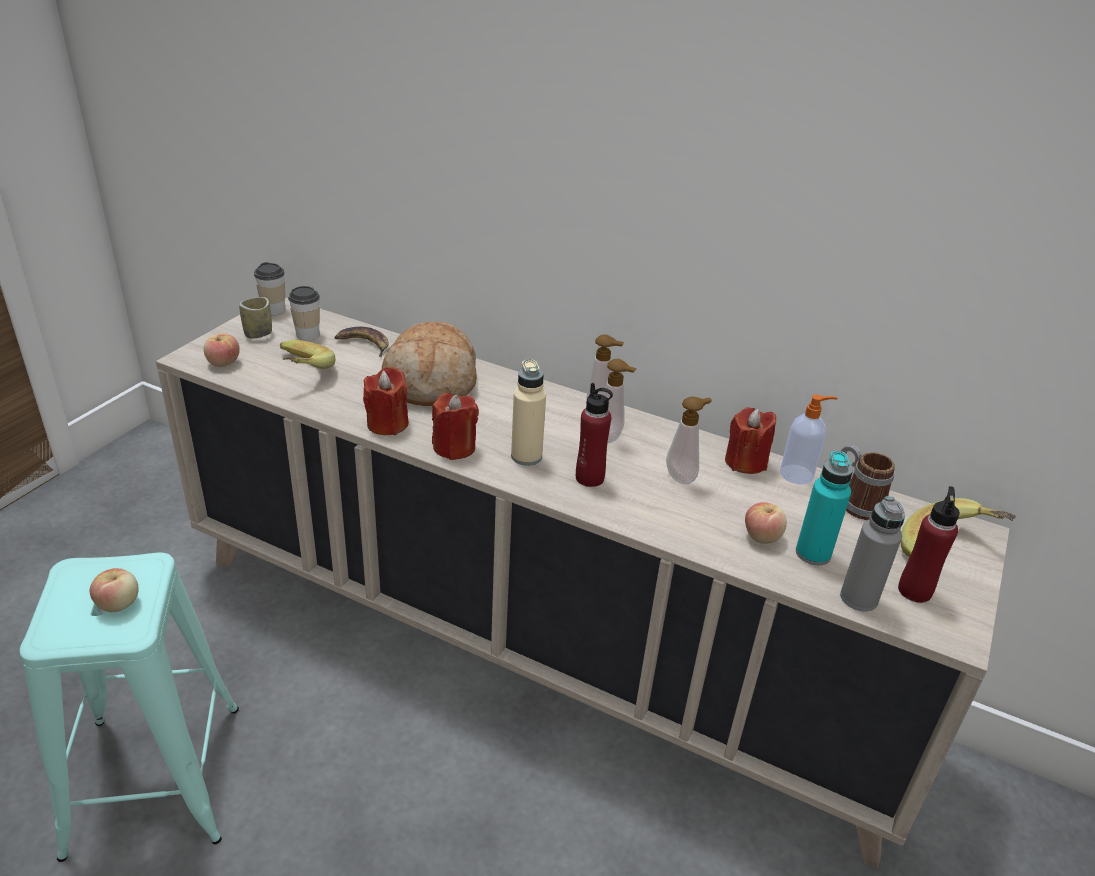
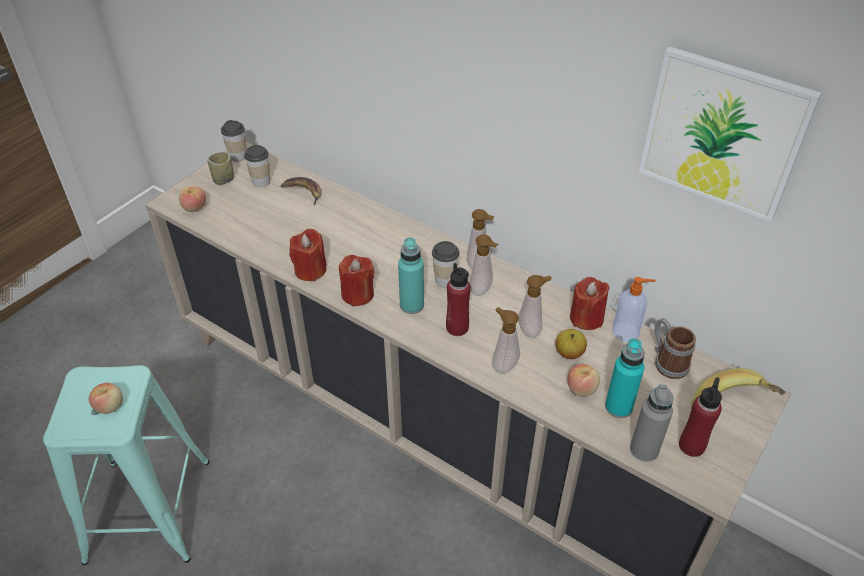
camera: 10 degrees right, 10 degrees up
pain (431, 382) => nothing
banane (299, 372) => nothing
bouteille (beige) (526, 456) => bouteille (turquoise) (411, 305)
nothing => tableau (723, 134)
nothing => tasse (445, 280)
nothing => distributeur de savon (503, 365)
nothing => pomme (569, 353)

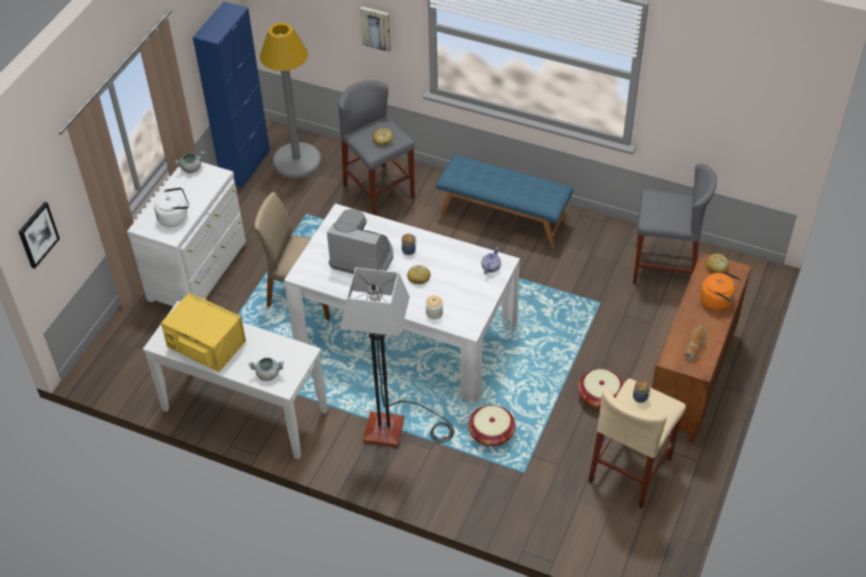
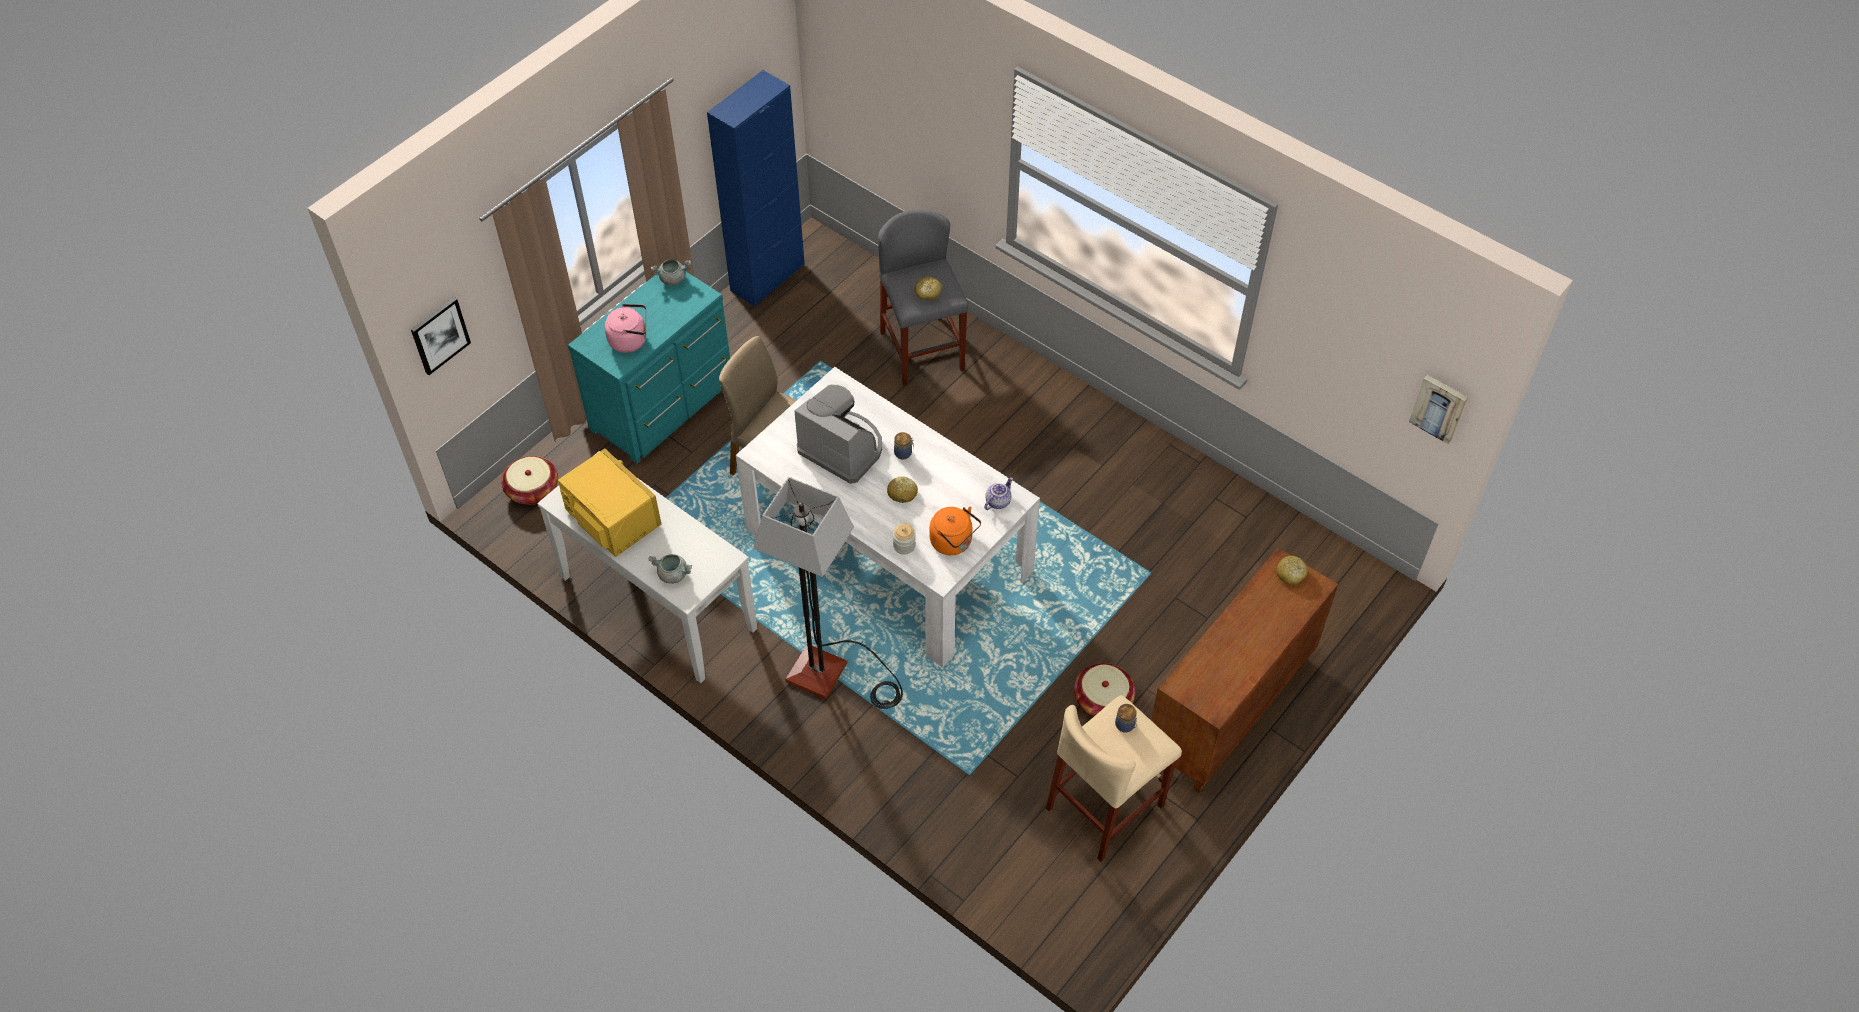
camera: 15 degrees right, 5 degrees up
tableau (376, 28) => tableau (1439, 407), relocated
lampadaire (gris) (297, 161) => nothing
banc (bleu) (503, 217) => nothing
commode (blanc) (200, 270) => commode (turquoise) (665, 406)
tabouret (gris) (664, 268) => nothing
bouilloire (blanc) (175, 217) => bouilloire (rose) (630, 340)
bouilloire (orange) (718, 301) => bouilloire (orange) (953, 543), relocated
pain (694, 345) => nothing
panier (491, 433) => panier (532, 490), relocated

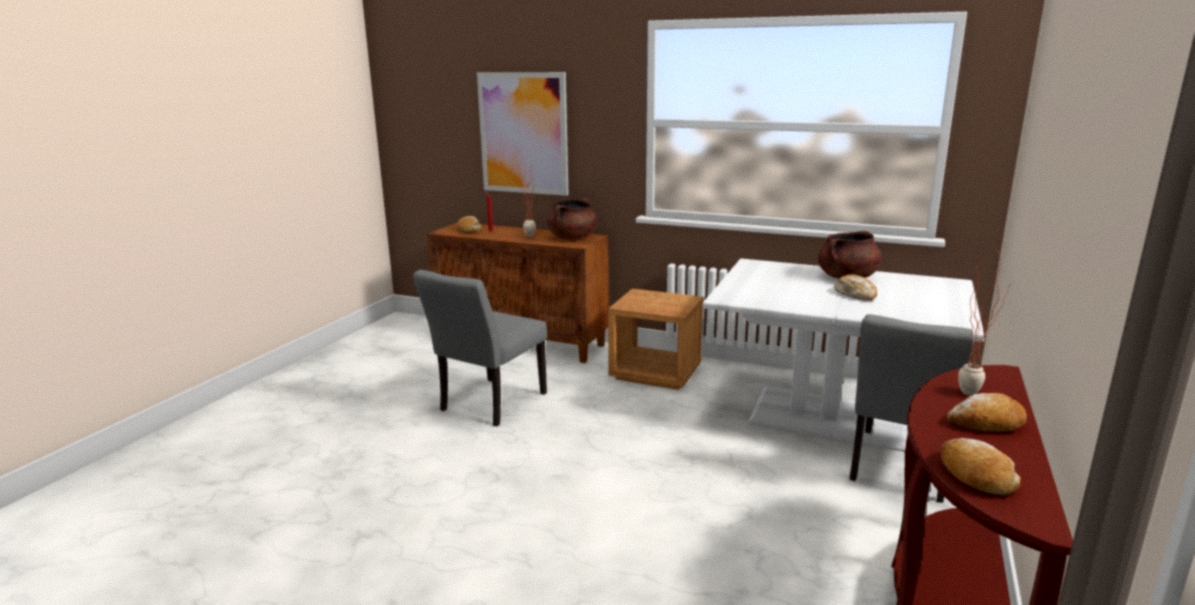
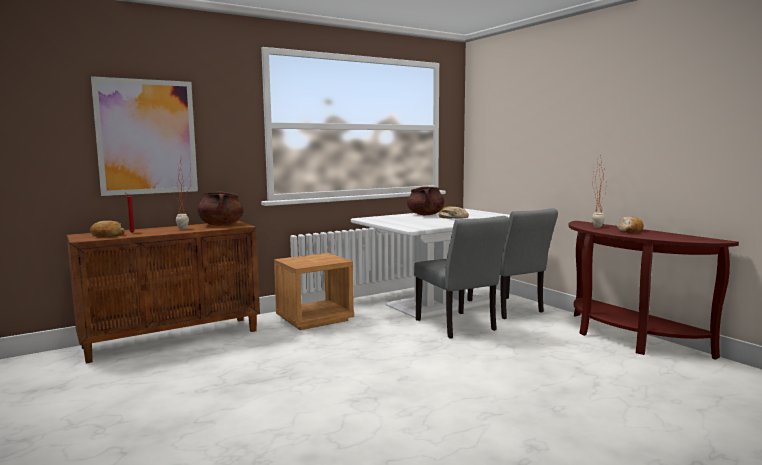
camera: 55 degrees left, 10 degrees down
chaise (gris) (488, 405) => chaise (gris) (459, 327), relocated
pain (975, 476) => nothing

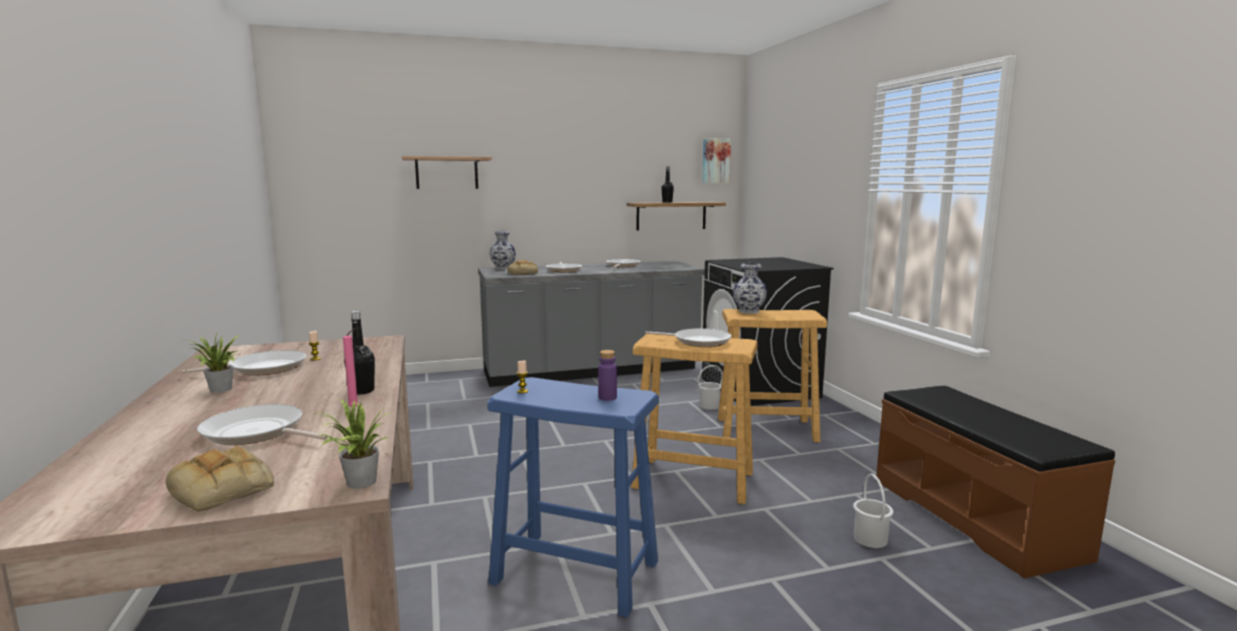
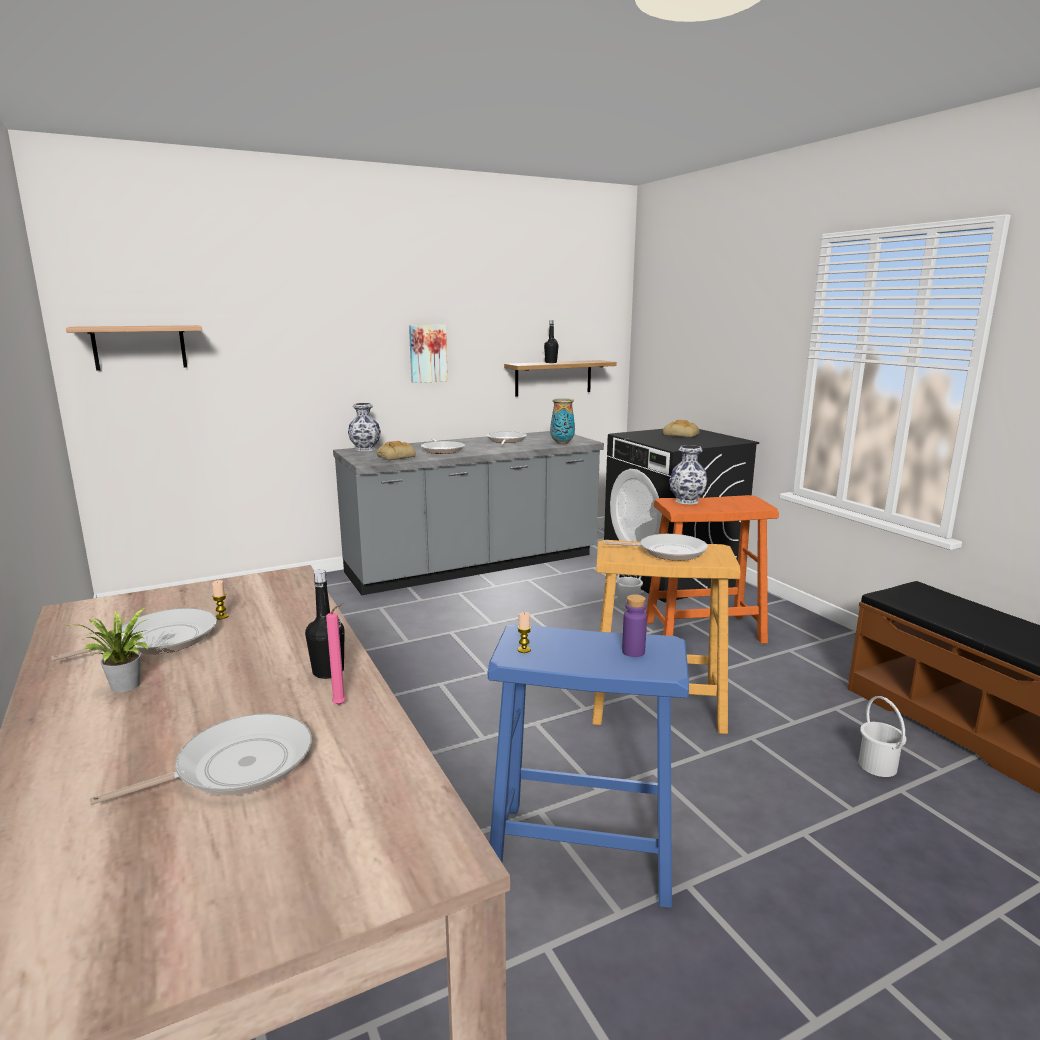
camera: 10 degrees left, 5 degrees up
tableau (715, 161) => tableau (427, 353), relocated
étagère (447, 173) => étagère (139, 347), relocated
tabouret (beige) (765, 429) => tabouret (orange) (703, 631)
plante en pot (357, 483) => nothing
poêle (257, 432) => poêle (236, 766), 135 degrees clockwise
pain (224, 489) => pain (681, 435), relocated
nothing => vase (562, 443)

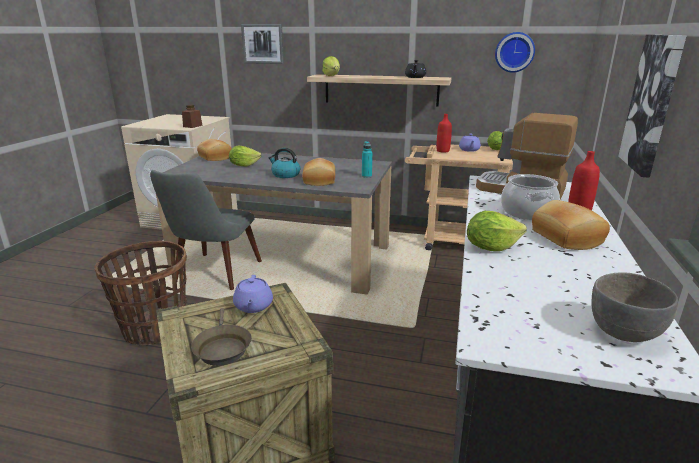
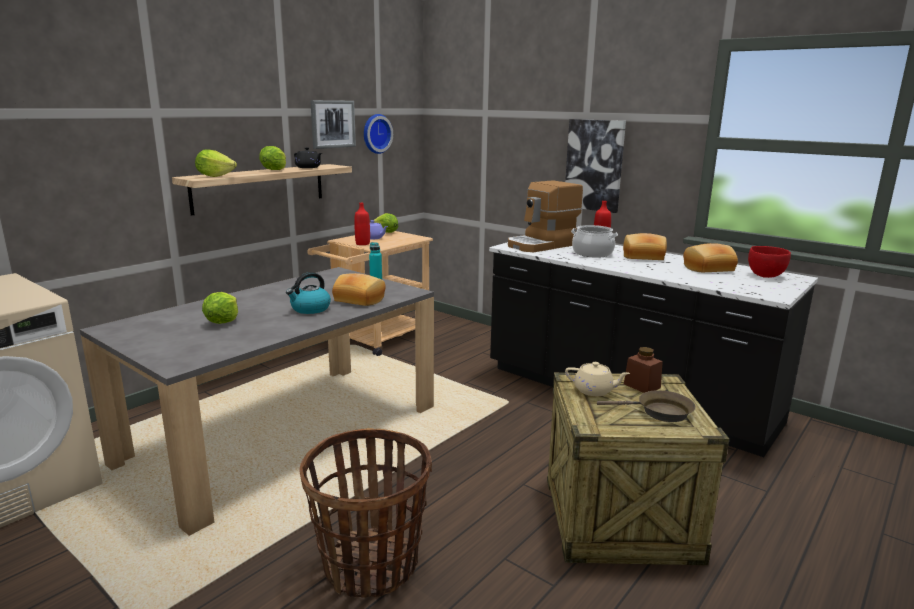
camera: 65 degrees left, 5 degrees down
tableau (263, 44) => tableau (332, 124), relocated
bocal (marron) (192, 126) => bocal (marron) (642, 386), relocated
pain (214, 157) => pain (709, 269), relocated
chaise (gris) (213, 277) => nothing
laitue (491, 247) => laitue (274, 170), relocated
bol (gris) (624, 333) => bol (rouge) (765, 275)
théière (violet) (253, 306) => théière (beige) (594, 391)

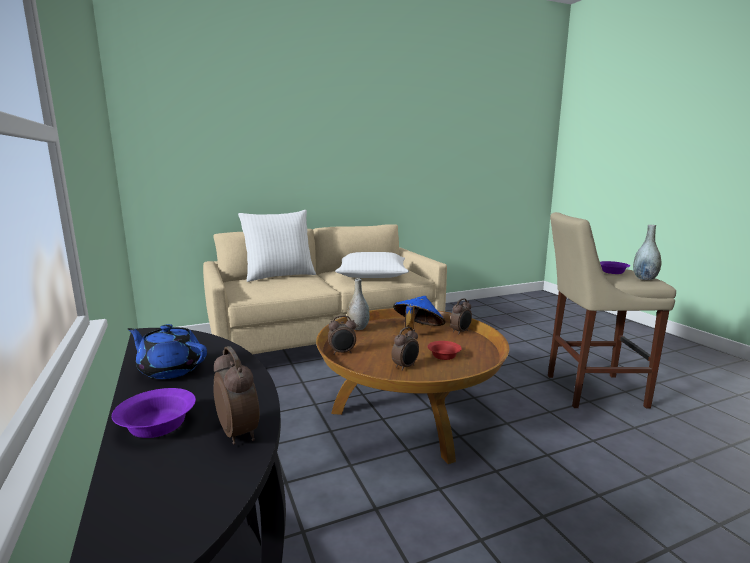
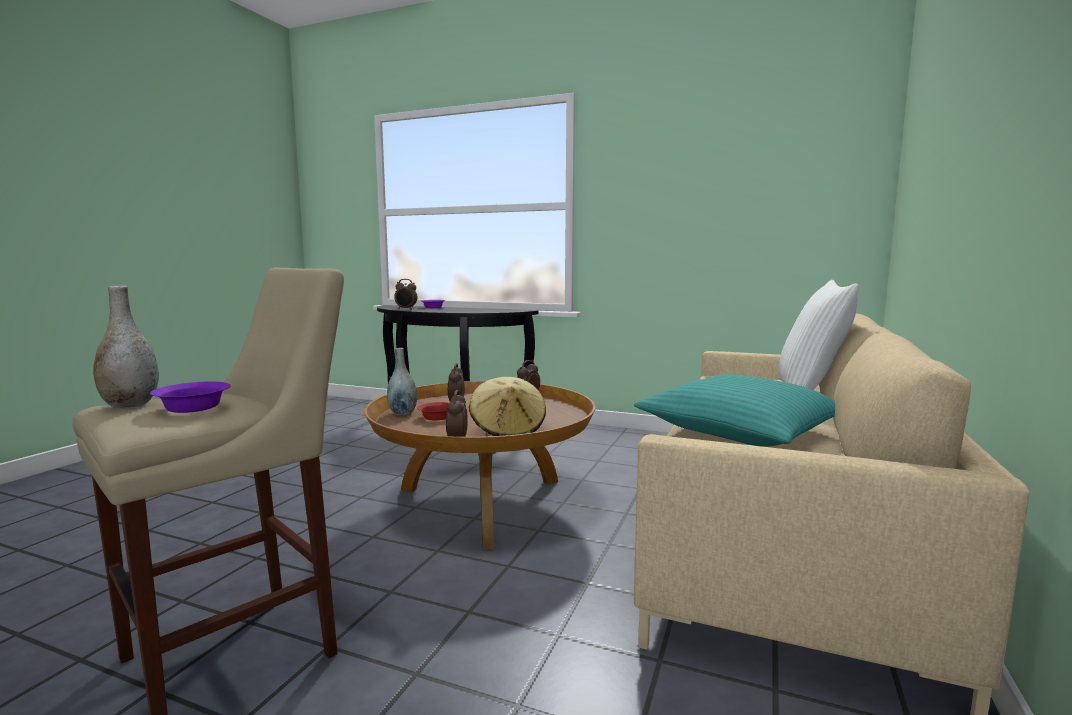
camera: 135 degrees right, 5 degrees down
coussin (blanc) (372, 275) => coussin (turquoise) (740, 430)
vase (gris) (358, 328) => vase (gris) (402, 413), relocated
chapeau (bleu) (418, 330) => chapeau (beige) (508, 429)
théière (bleu) (170, 369) => nothing

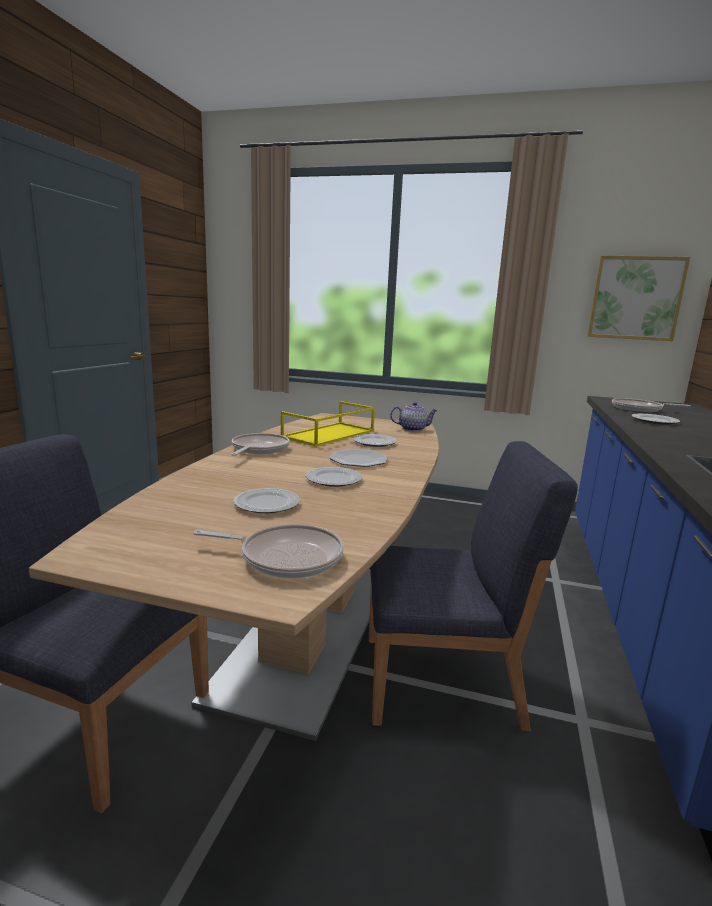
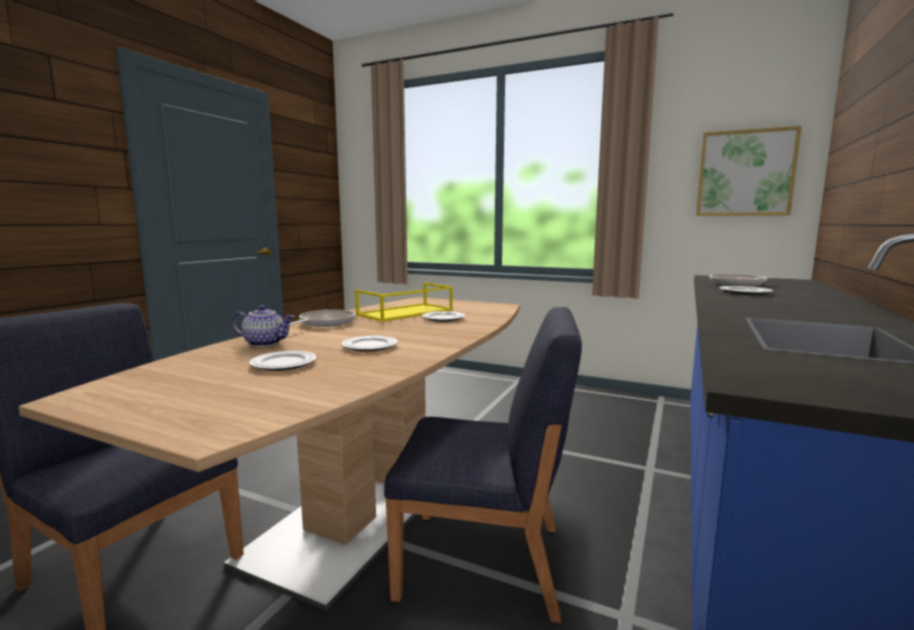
camera: 10 degrees right, 5 degrees down
théière (412, 429) => théière (265, 343), relocated
assiette (358, 460) => nothing
poêle (285, 557) => nothing

